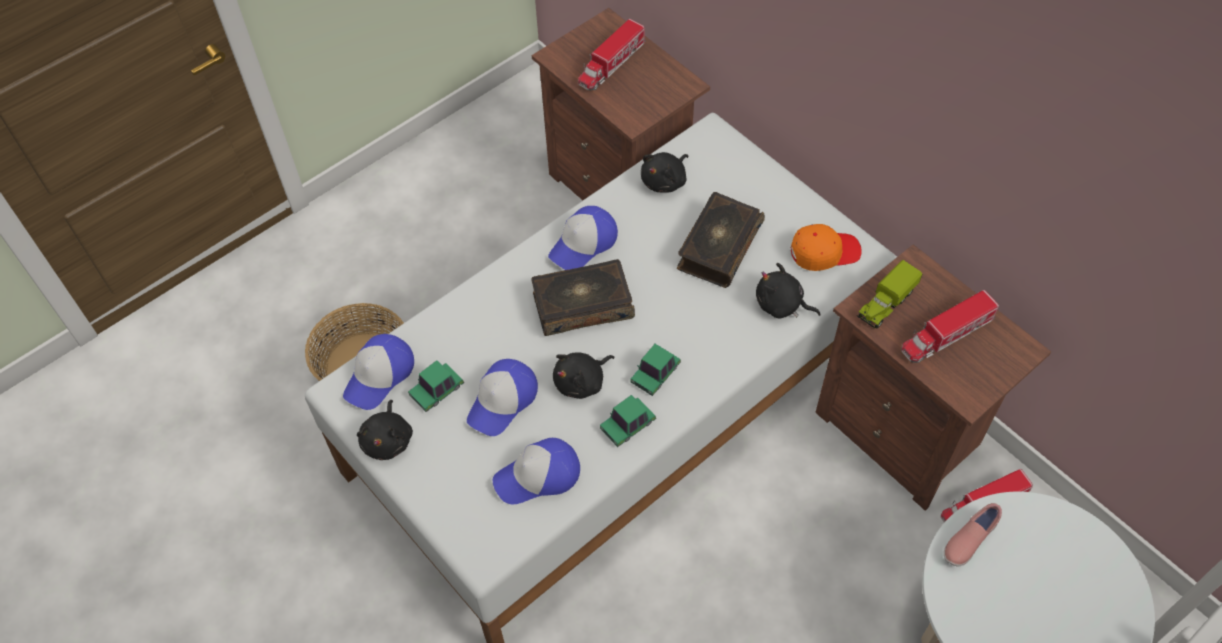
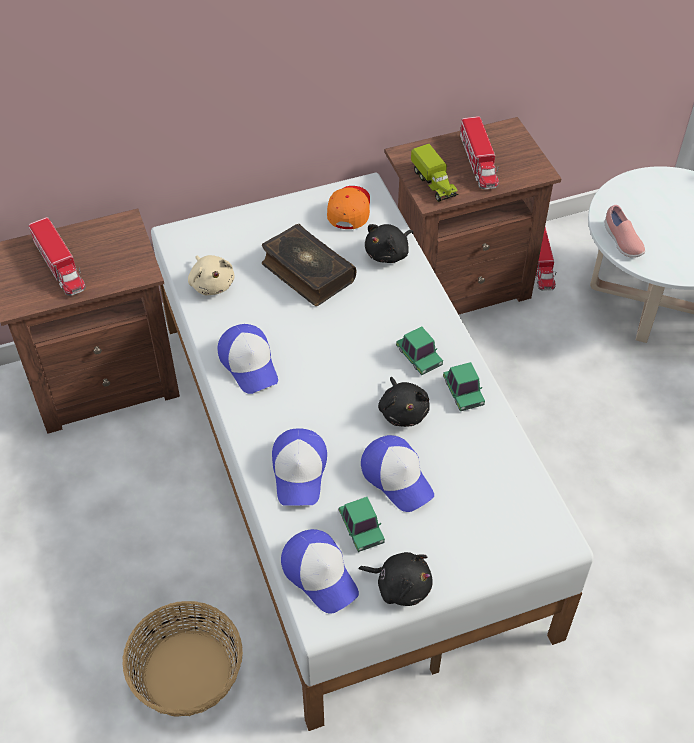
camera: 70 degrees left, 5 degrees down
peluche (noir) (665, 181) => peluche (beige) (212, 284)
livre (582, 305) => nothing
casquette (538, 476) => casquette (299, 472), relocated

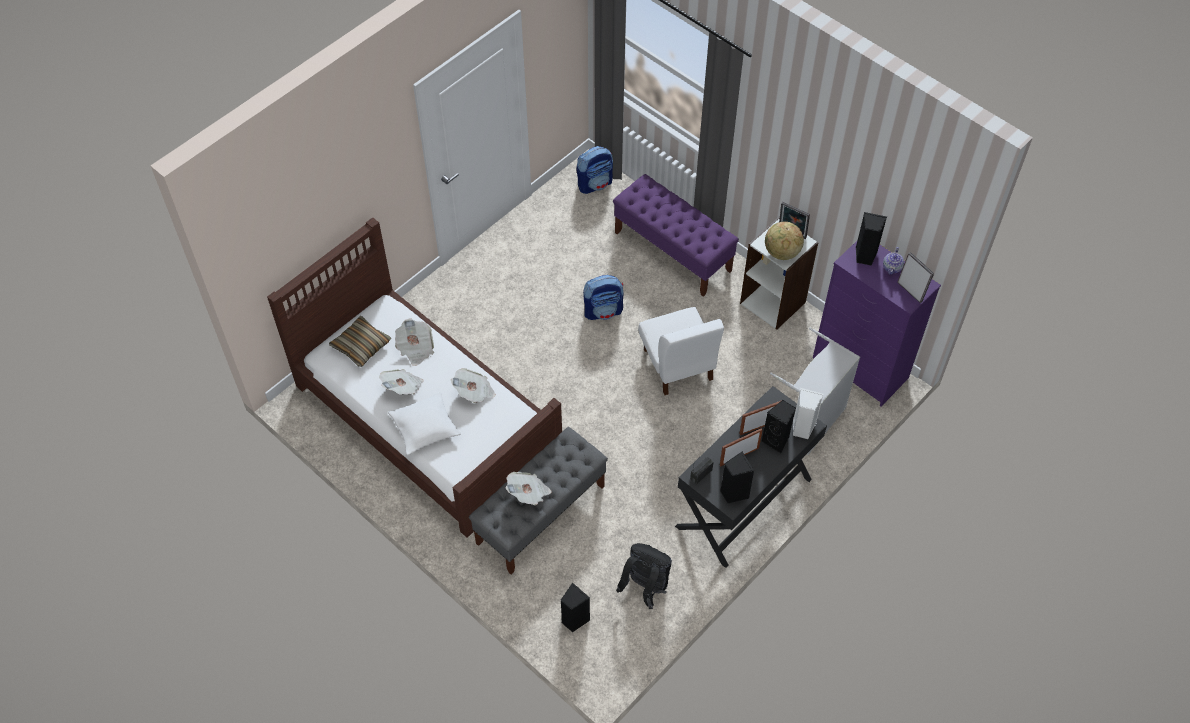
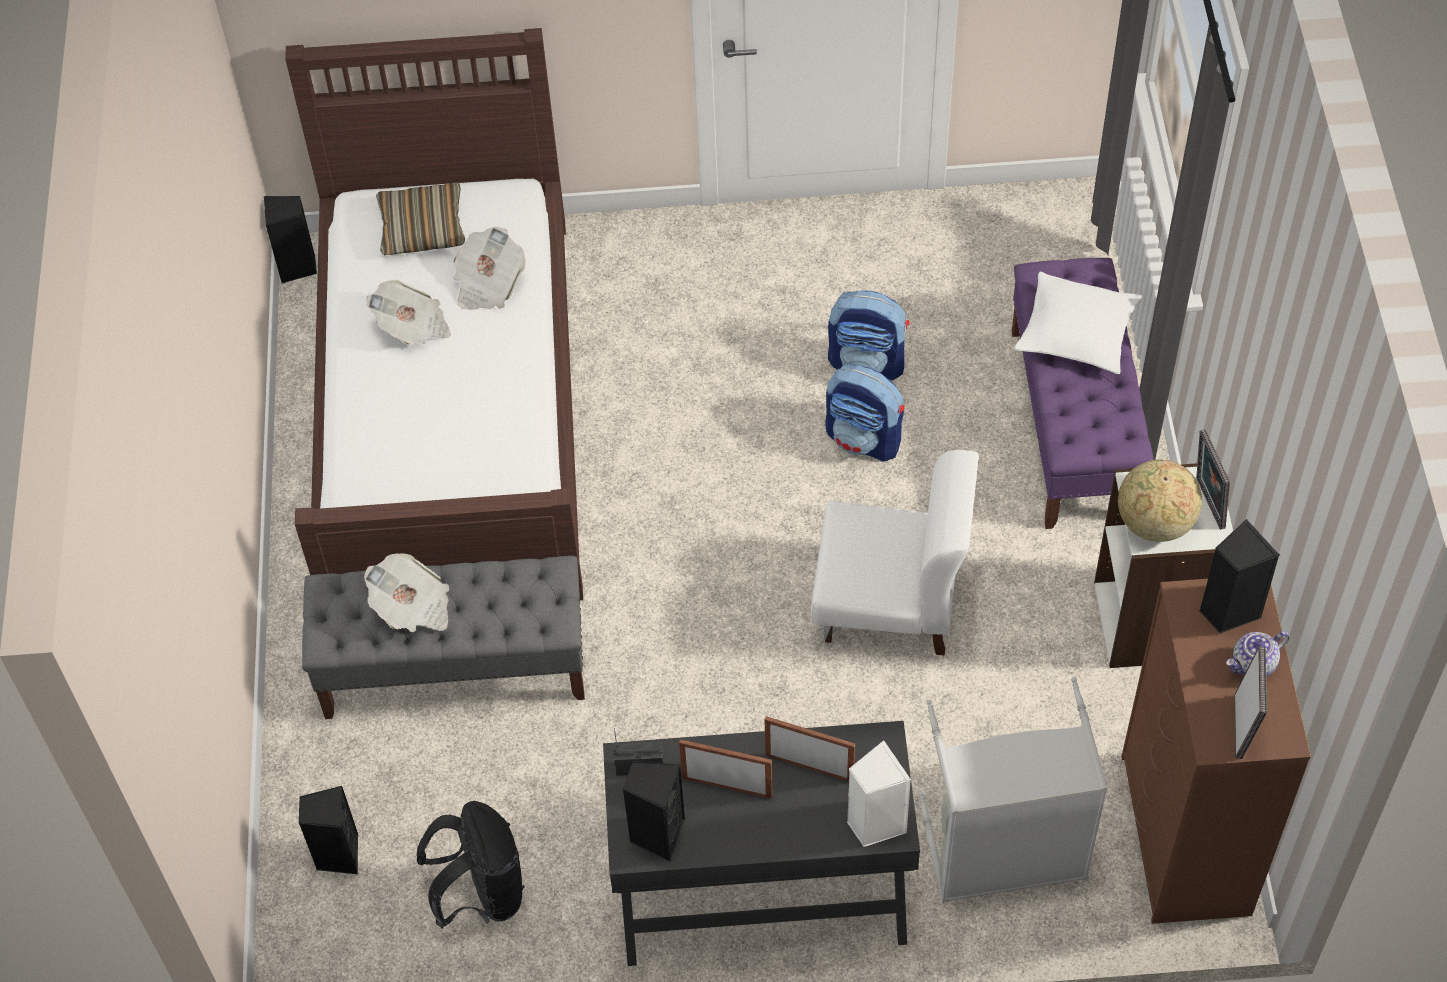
camera: 45 degrees right, 0 degrees up
sac à dos (595, 184) => sac à dos (868, 362), relocated
commode (violet) (861, 368) => commode (marron) (1185, 836)
chaise (blanc) (677, 365) => chaise (blanc) (889, 604), 105 degrees counterclockwise
journal (474, 392) => nothing
coussin (blanc) (425, 427) => coussin (blanc) (1077, 332), relocated
enceinte (noir) (777, 440) => enceinte (noir) (297, 267), relocated

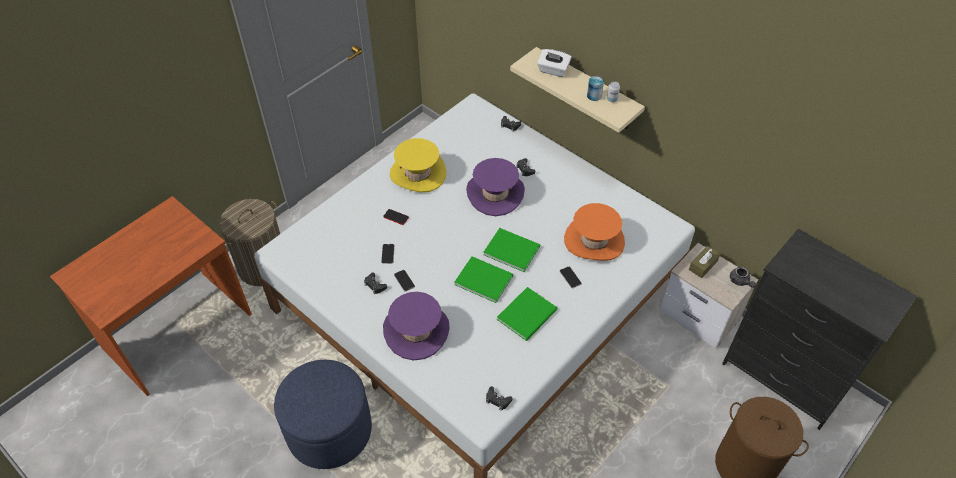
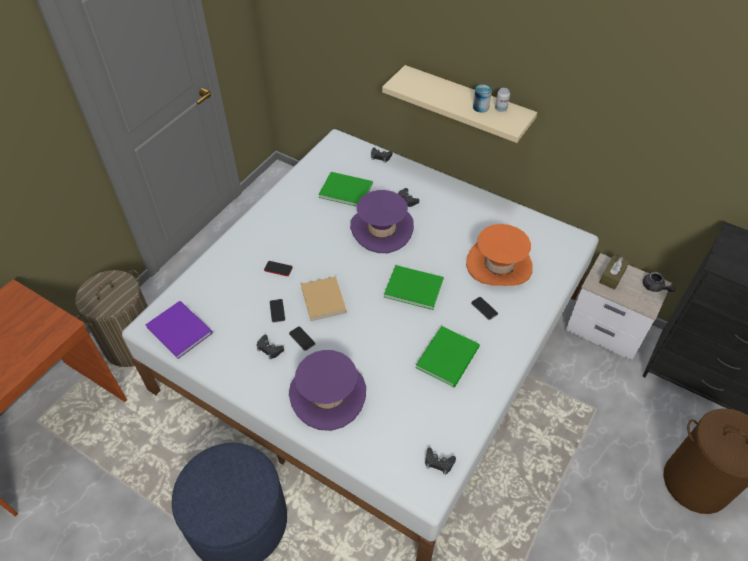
camera: 10 degrees left, 0 degrees up
boîte à mouchoirs (blanc) (553, 70) => nothing
chapeau (jaune) (418, 173) => nothing
livre (vert) (483, 278) => livre (vert) (345, 189), relocated
nothing => livre (beige) (323, 301)
nothing => livre (violet) (179, 328)

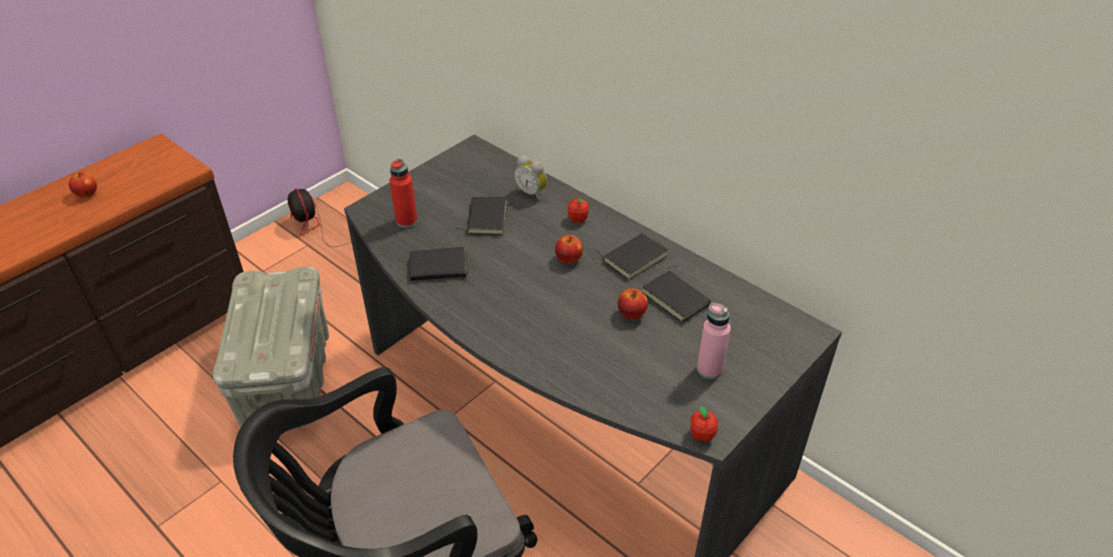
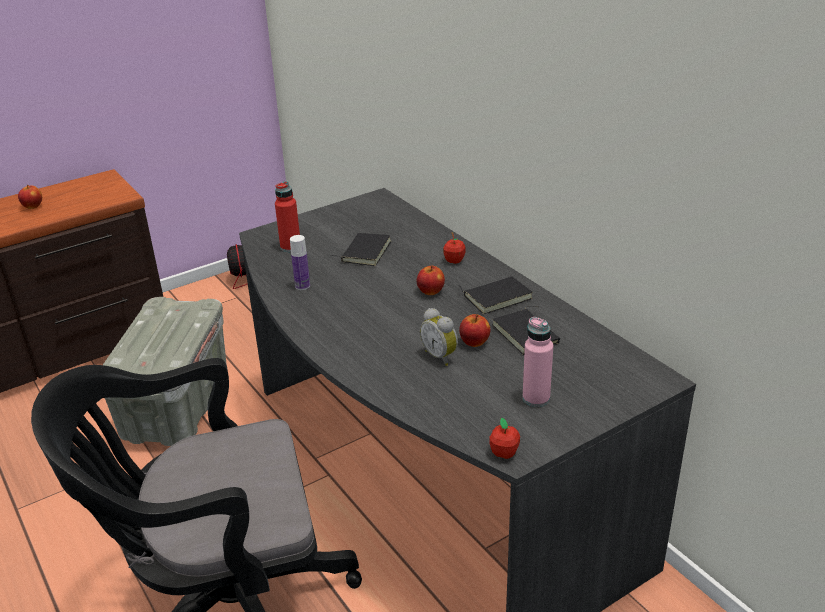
camera: 15 degrees right, 10 degrees down
réveil (532, 193) => réveil (441, 356), relocated
livre (noir) (438, 268) => bouteille (302, 286)

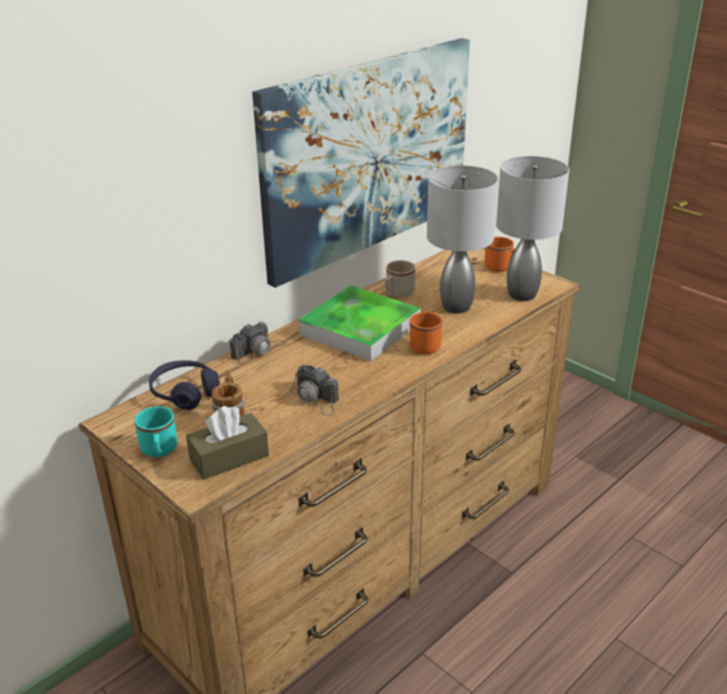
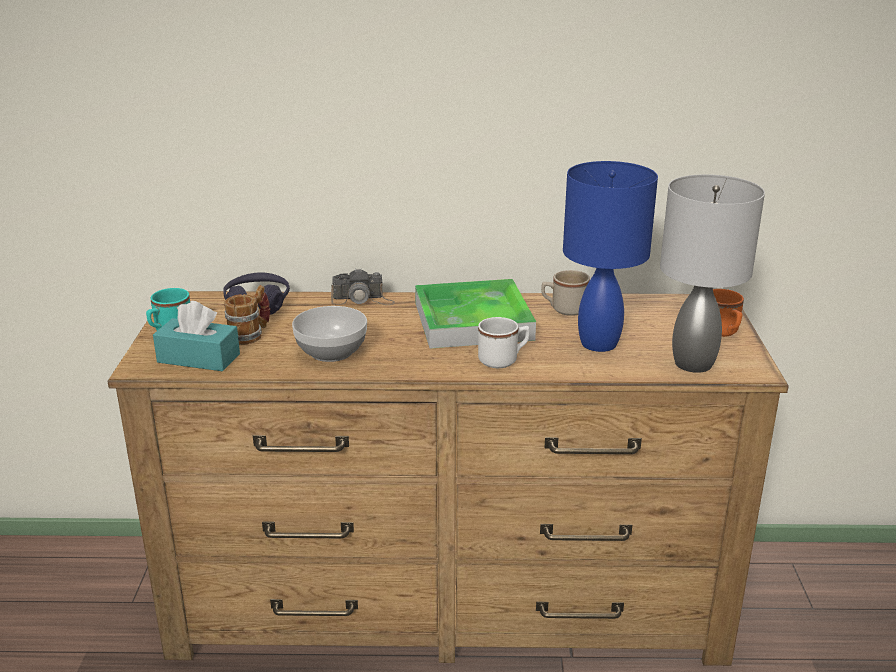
camera: 45 degrees right, 5 degrees down
tableau (368, 156) => nothing
lampe de table (gris) (455, 306) => lampe de table (bleu) (598, 343)
mug (orange) (427, 345) => mug (blanc) (503, 360)
appareil photo (315, 398) => bol (332, 352)
boîte à mouchoirs (marron) (229, 457) => boîte à mouchoirs (turquoise) (198, 358)

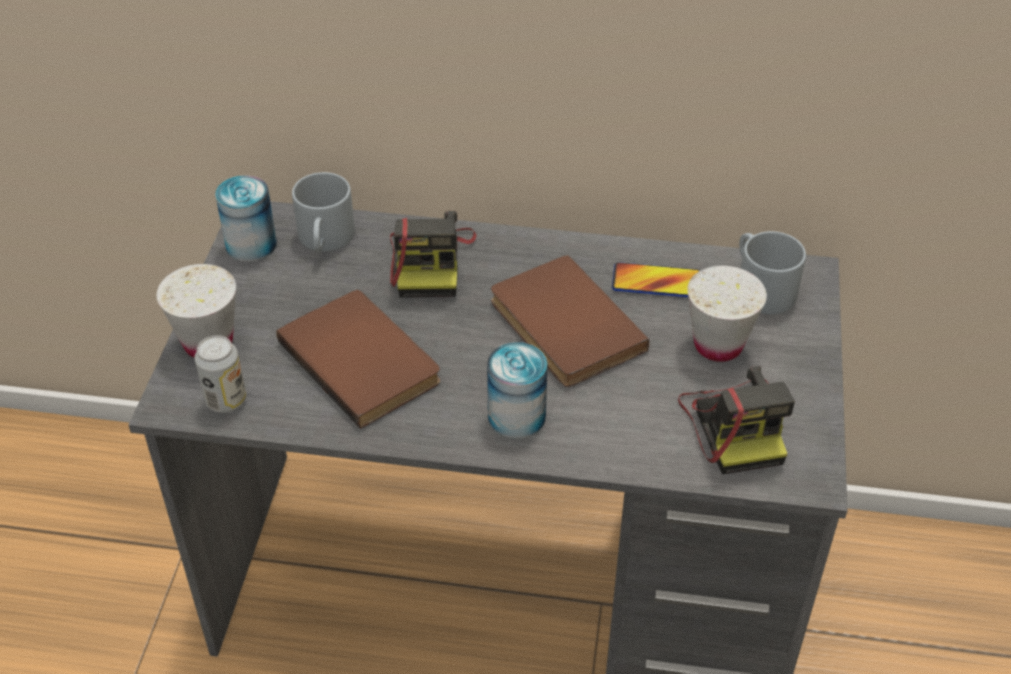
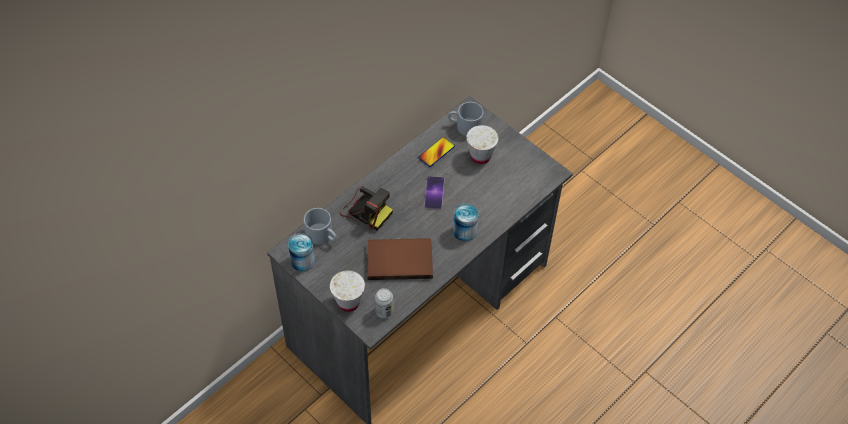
camera: 55 degrees left, 10 degrees up
livre (marron) (562, 327) => téléphone (434, 193)
appareil photo (735, 425) => nothing

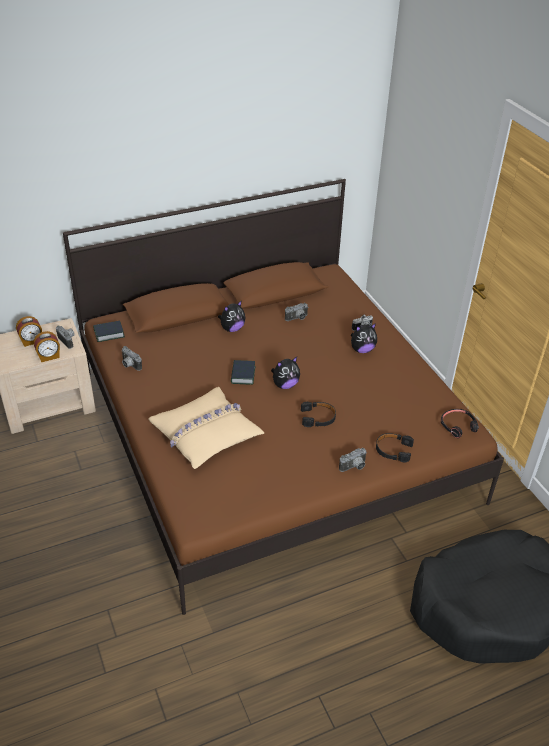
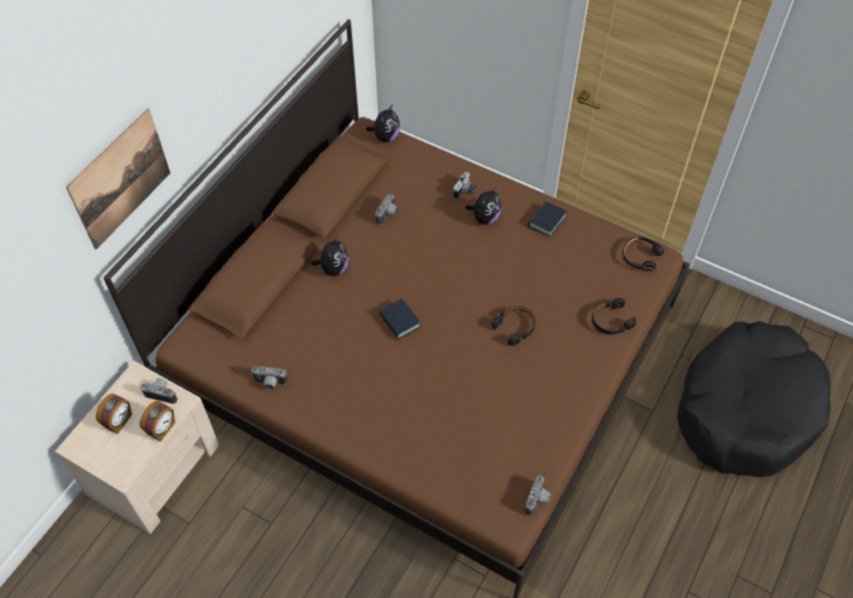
camera: 35 degrees left, 15 degrees up
livre (109, 333) => livre (546, 221), relocated
peluche (285, 385) => peluche (385, 137), relocated
coussin (beige) (206, 434) => nothing
appareil photo (354, 467) => appareil photo (538, 501), relocated
nothing => tableau (120, 179)

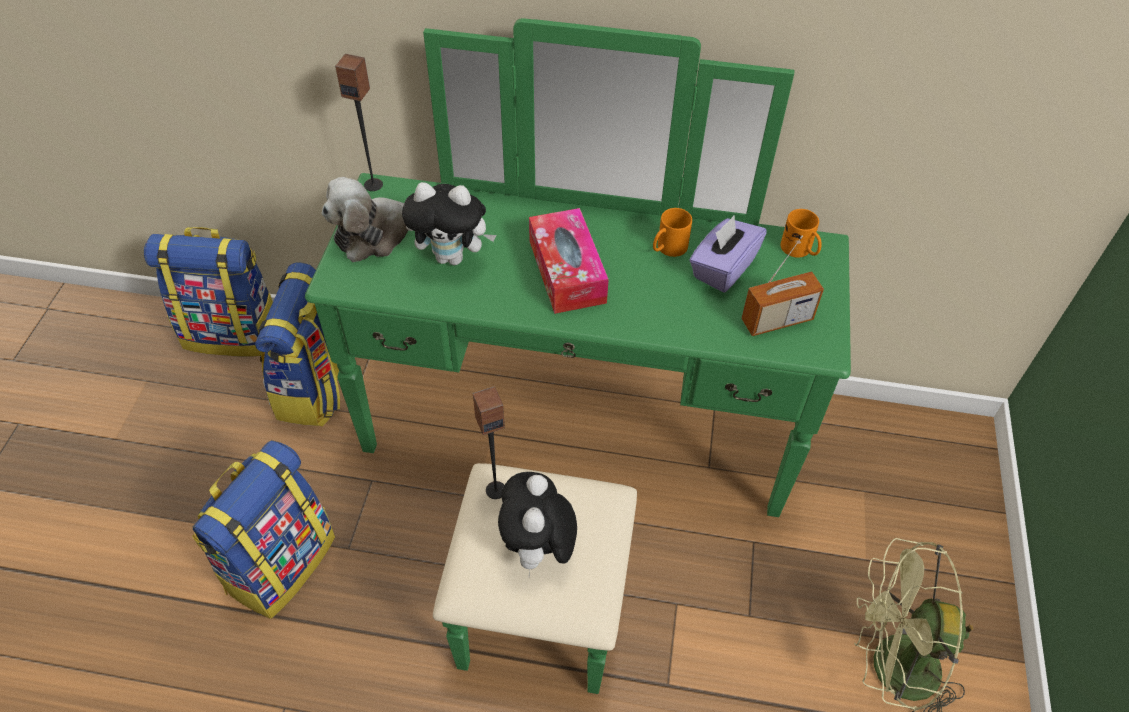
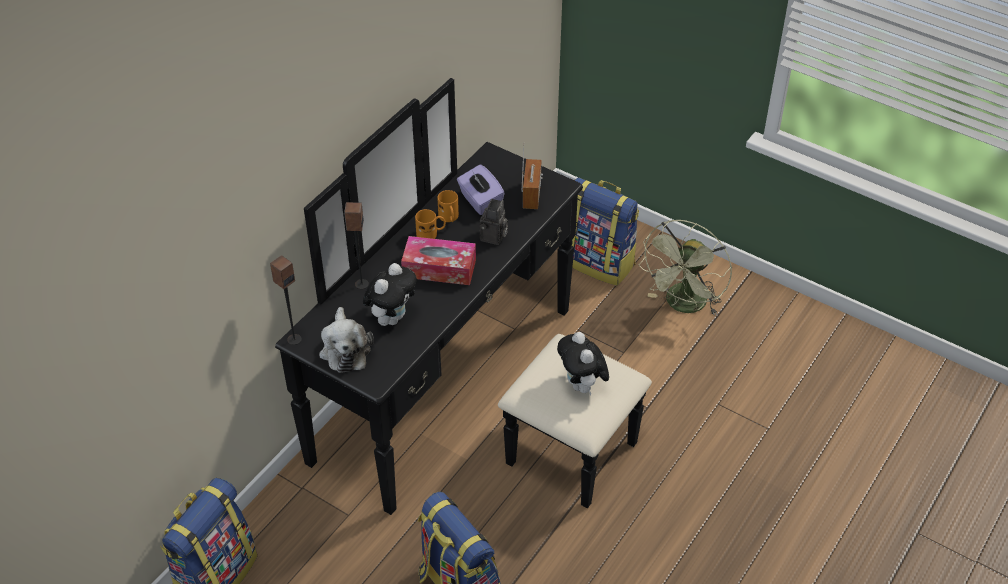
camera: 65 degrees left, 5 degrees down
commode (vert) (572, 465) => commode (noir) (472, 398)
mug (orange) (800, 250) => mug (orange) (431, 233), relocated
sac à dos (316, 388) => sac à dos (599, 262), relocated
enceinte (495, 489) => enceinte (361, 284), relocated
peluche (538, 550) => peluche (582, 386), 45 degrees clockwise
nothing => appareil photo (494, 237)

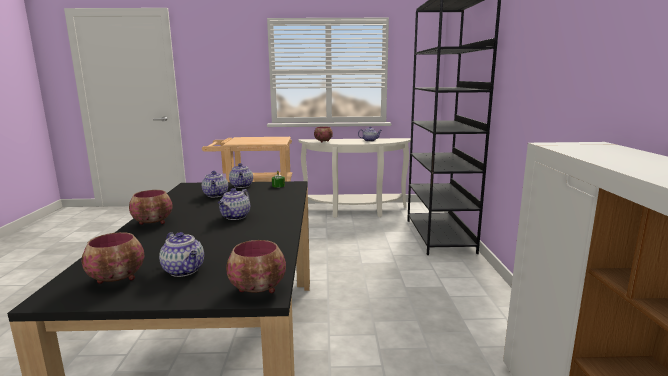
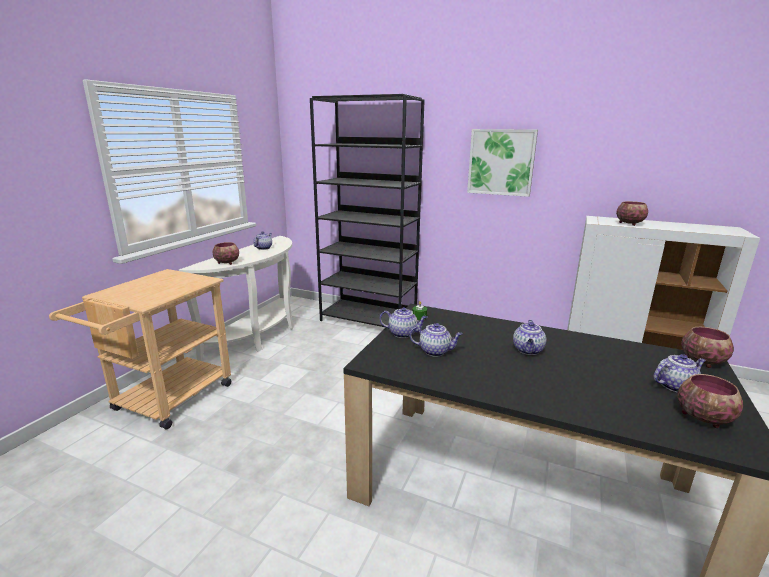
camera: 65 degrees left, 5 degrees up
théière (235, 217) => théière (528, 350), 60 degrees clockwise
bol (154, 223) => bol (629, 224), relocated
nothing => tableau (501, 162)

